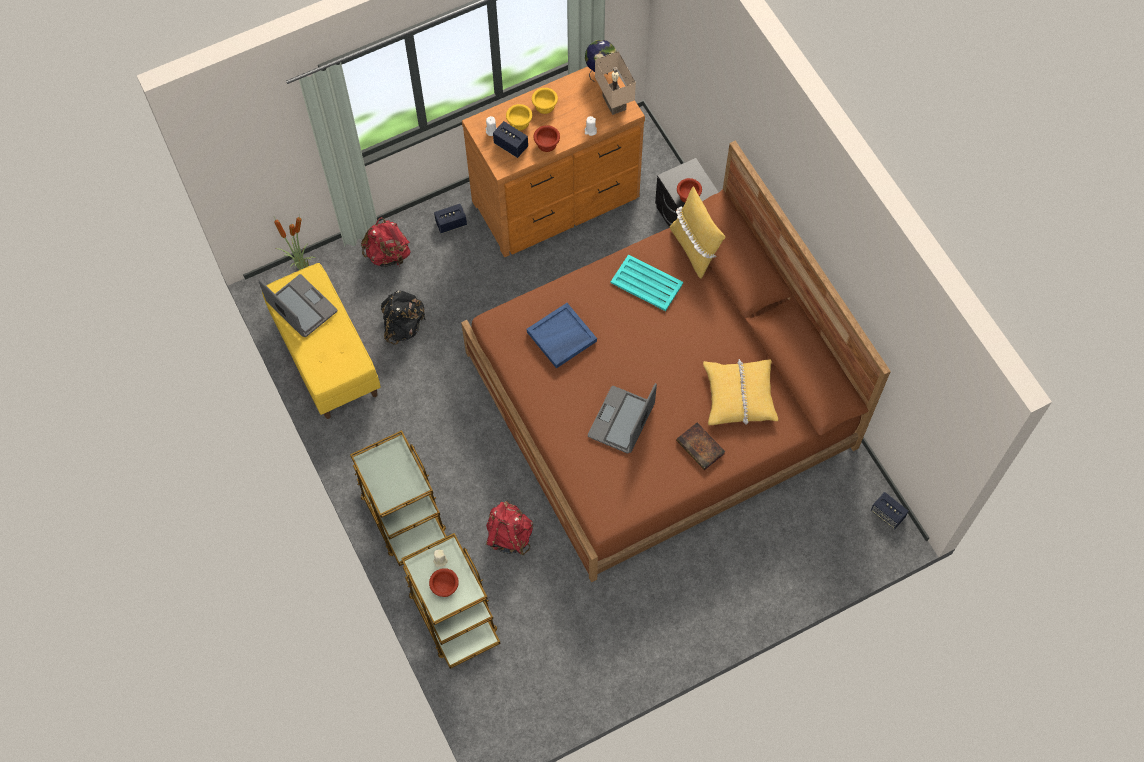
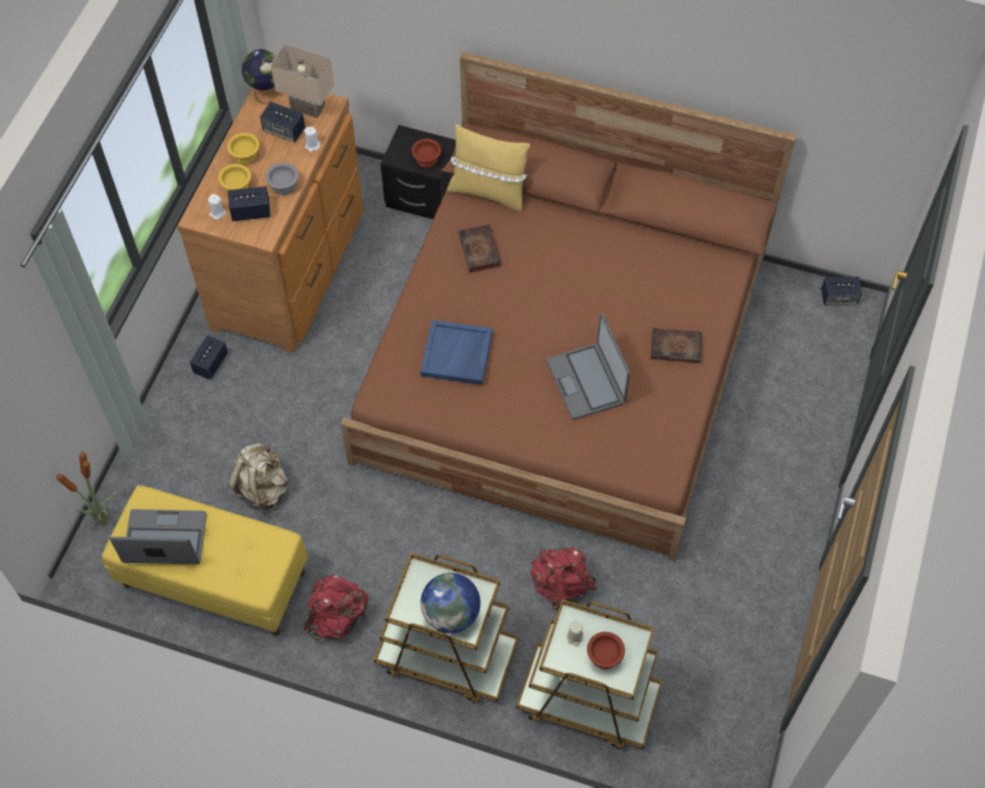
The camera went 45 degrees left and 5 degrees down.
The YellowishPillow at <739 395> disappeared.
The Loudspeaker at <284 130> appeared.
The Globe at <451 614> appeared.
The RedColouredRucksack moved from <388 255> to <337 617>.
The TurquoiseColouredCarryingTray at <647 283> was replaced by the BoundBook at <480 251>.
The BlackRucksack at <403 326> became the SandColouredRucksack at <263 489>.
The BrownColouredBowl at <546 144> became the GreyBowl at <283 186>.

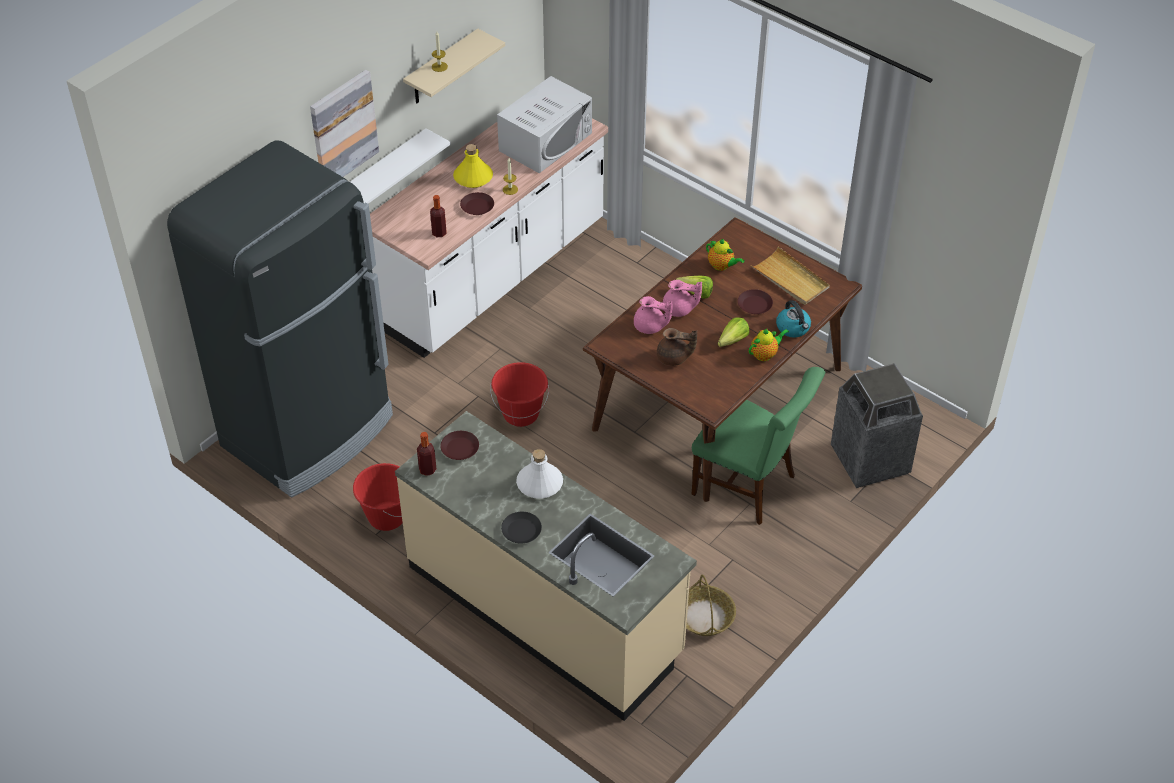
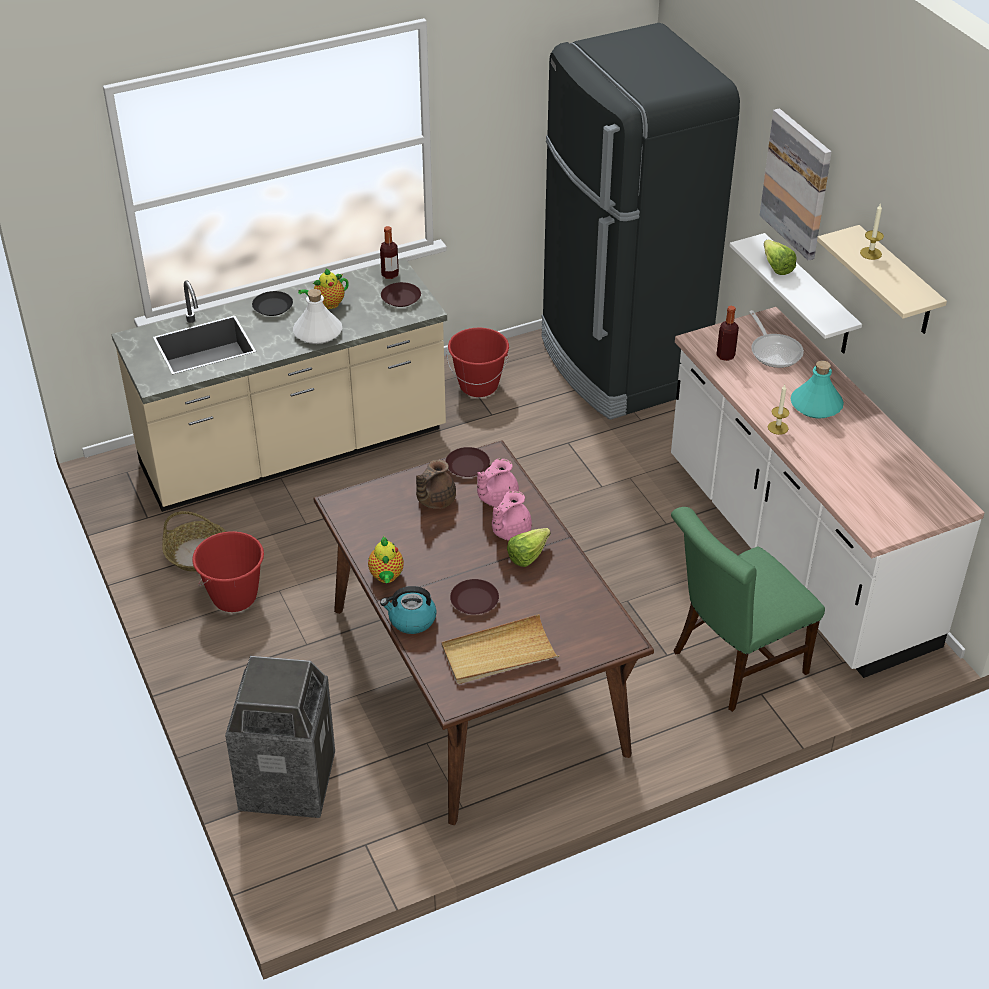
The camera went 115 degrees right and 5 degrees down.
The WhiteMicrowaveOven at <545 142> disappeared.
The Pan at <774 351> appeared.
The BrownColouredPlate moved from <477 207> to <467 466>.
The RedColouredWaterBucket moved from <521 414> to <235 597>.
The GreenishPlainChair moved from <750 486> to <733 665>.
The Teapot moved from <722 266> to <327 304>.
The HeadOfLettuce moved from <730 342> to <775 265>.
The YellowishBottle at <473 177> became the TurquoiseColouredBottle at <816 405>.

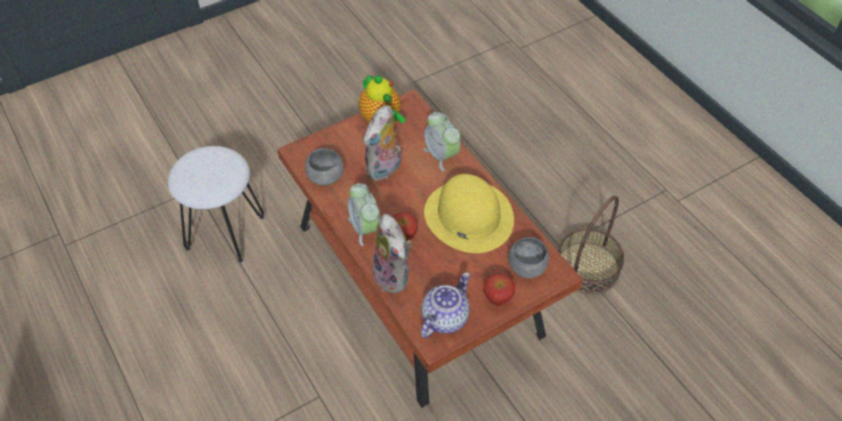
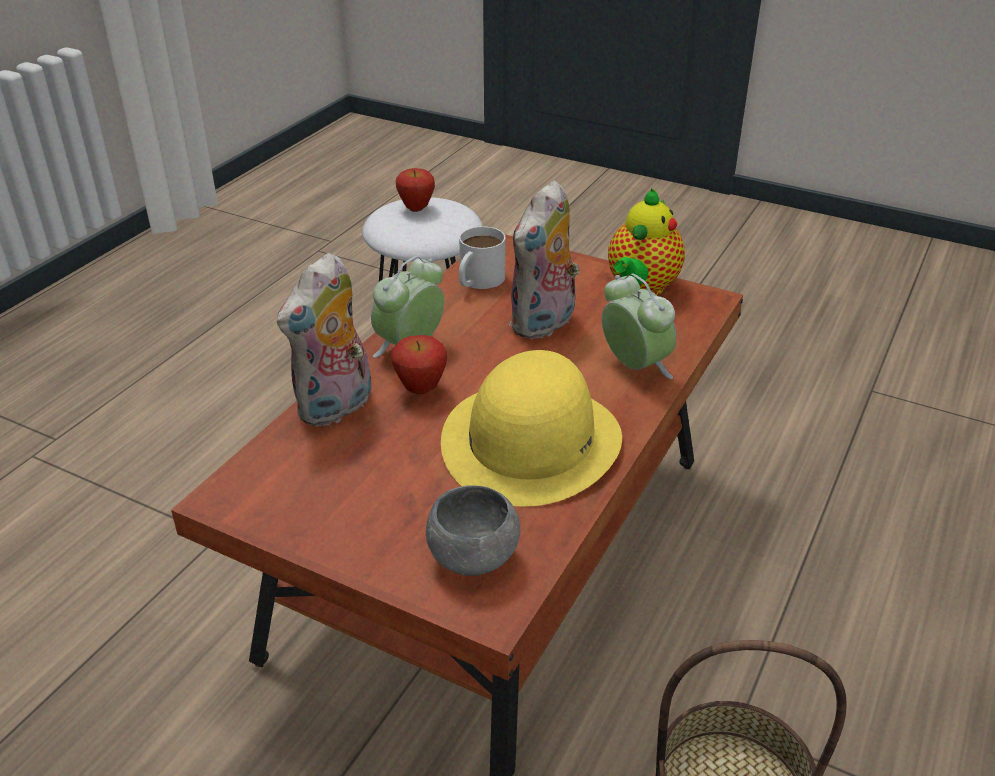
The camera went 60 degrees right and 15 degrees down.
The Teapot at <444 318> disappeared.
The Apple moved from <497 300> to <416 209>.
The GreyBowl at <325 177> was replaced by the WhiteMug at <477 281>.
The CuddlyToy at <384 170> turned 60 degrees counterclockwise.
The BedsideClock at <441 155> turned 120 degrees clockwise.

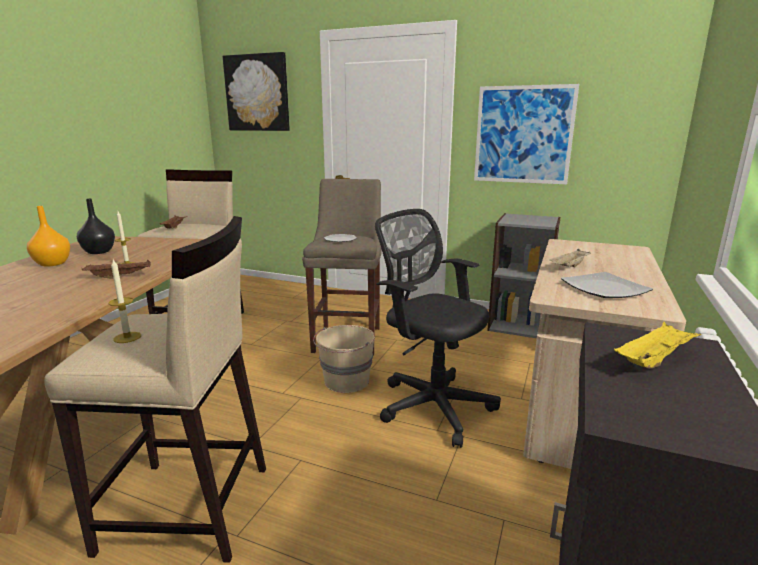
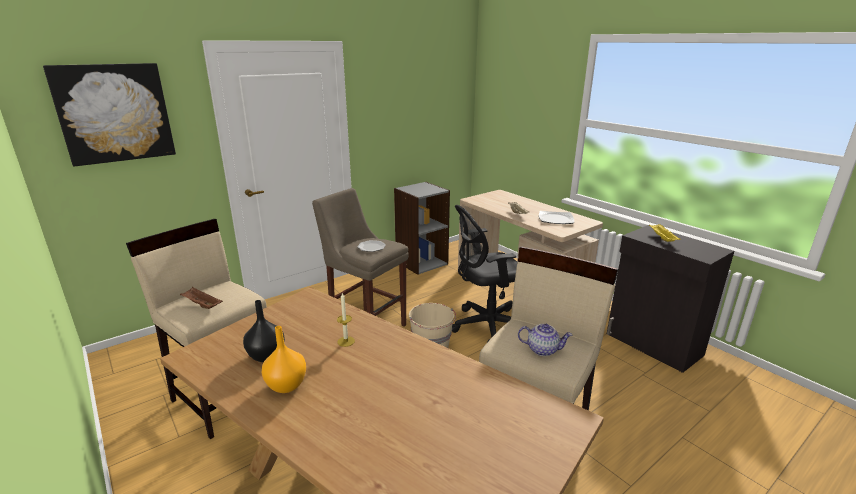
The camera went 60 degrees left and 5 degrees up.
The BrownColouredCarryingTray at <120 276> disappeared.
The WallArt at <523 135> disappeared.
The WaxLight at <127 337> was replaced by the Teapot at <543 349>.

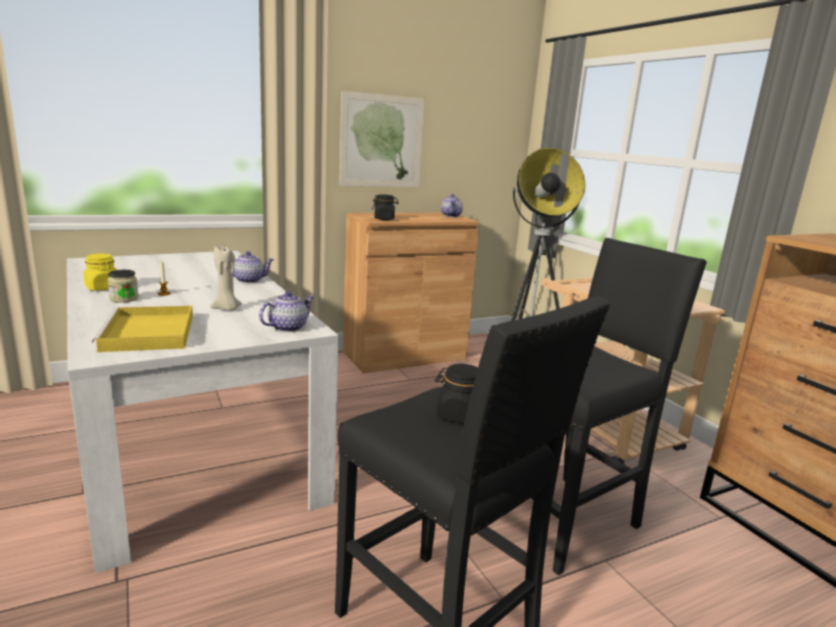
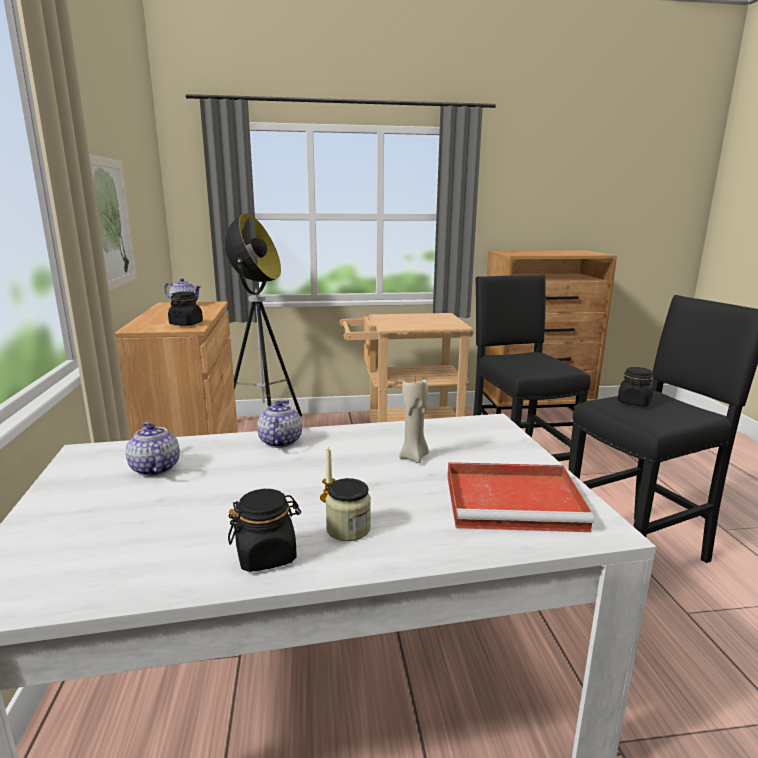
The camera went 70 degrees left and 0 degrees up.
The Teapot moved from <287 327> to <154 468>.
The YellowishPreserveJar at <103 288> became the BlackPreserveJar at <266 555>.
The YellowishCarryingTray at <149 333> became the RedColouredCarryingTray at <515 501>.

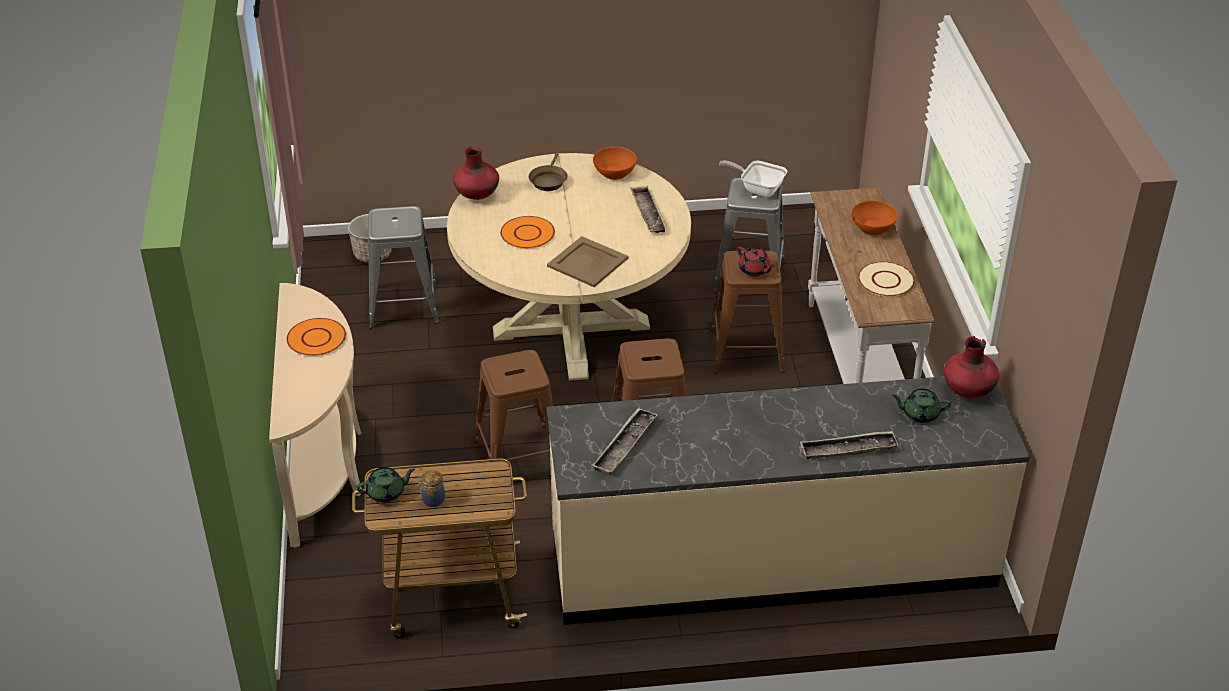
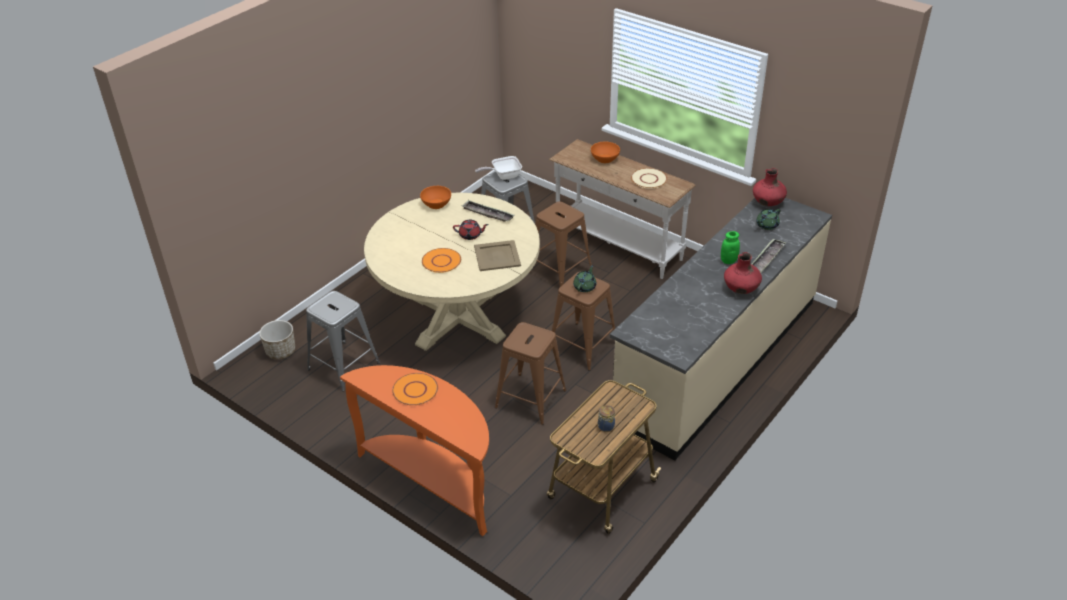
The camera went 45 degrees left and 0 degrees up.
The BrownColouredPan at <548 180> disappeared.
The CarryingTray at <625 445> disappeared.
The GreenishPreserveJar at <728 261> appeared.
The GreenishTeapot moved from <386 493> to <585 287>.
The RedColouredFlowerVase moved from <477 195> to <741 289>.
The RedColouredTeapot moved from <754 270> to <470 235>.
The SandColouredNarrowTable at <325 466> became the OrangeyNarrowTable at <433 480>.

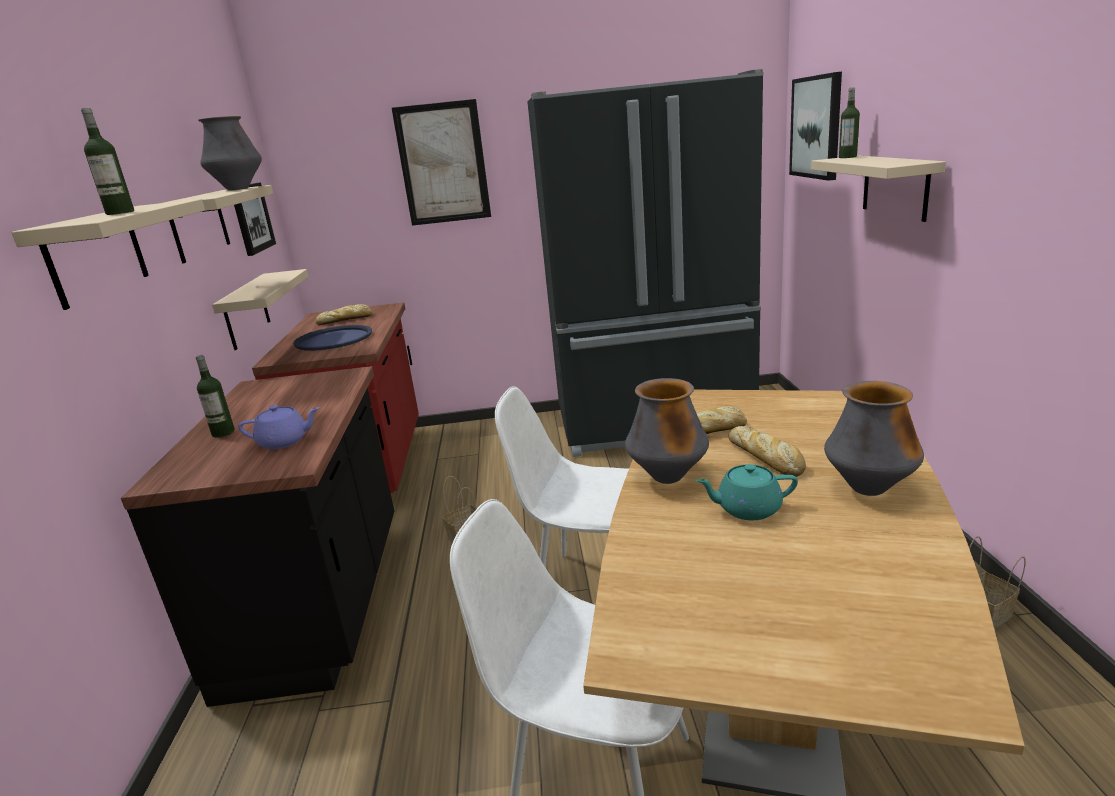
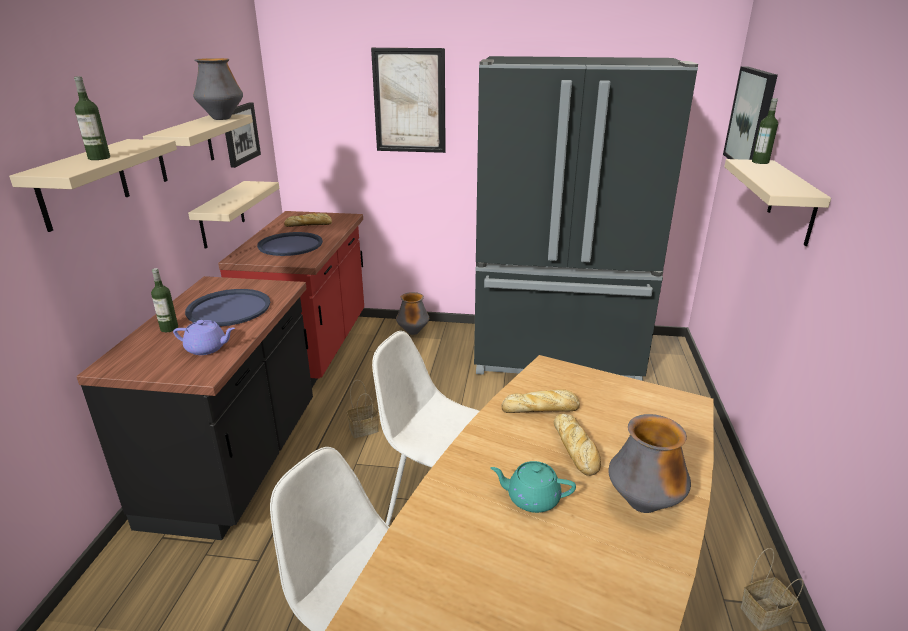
The camera went 10 degrees right and 5 degrees up.
The BluishCarryingTray at <229 308> appeared.
The FlowerVase moved from <668 477> to <413 332>.

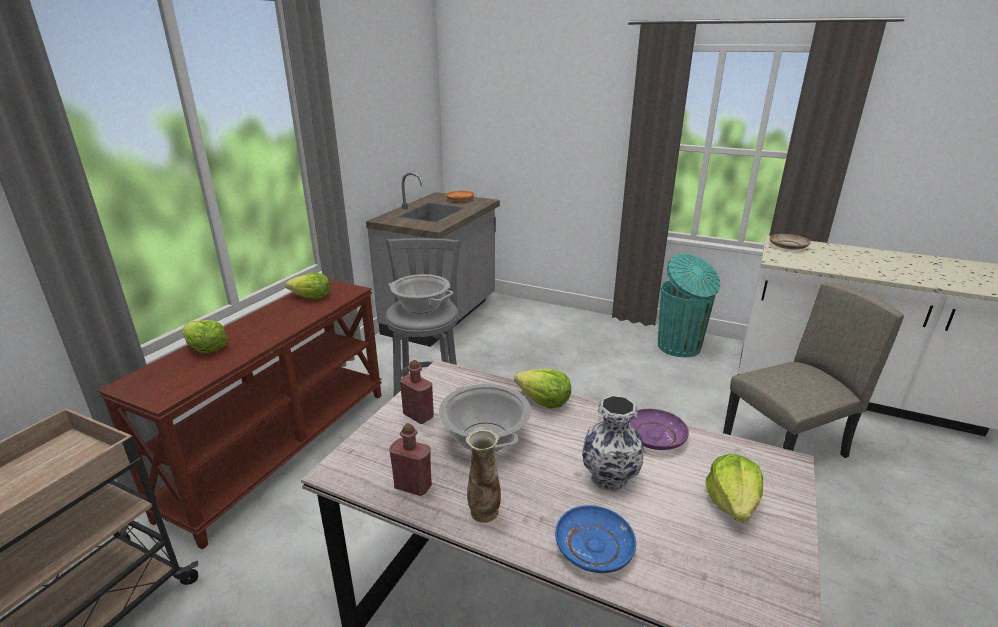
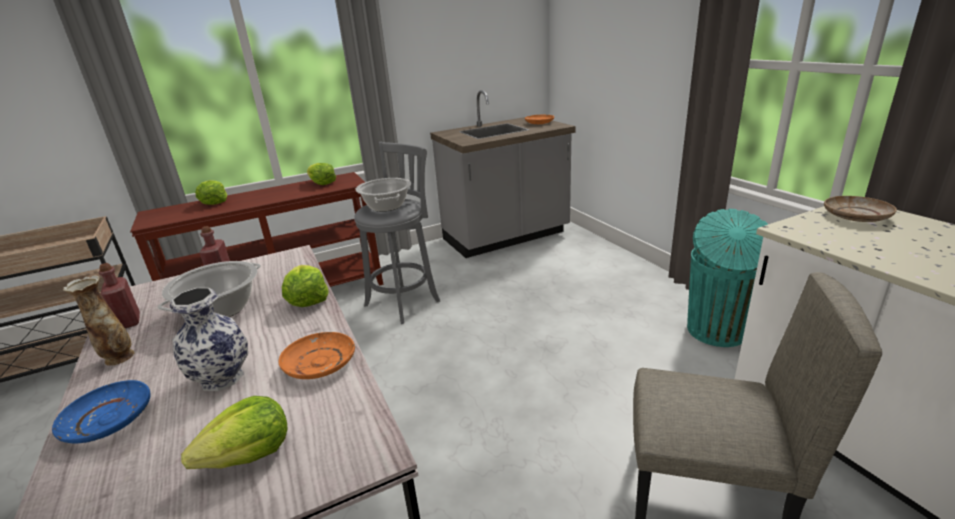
The camera went 40 degrees right and 0 degrees up.
The PurplePlate at <654 436> became the OrangeyPlate at <319 363>.

